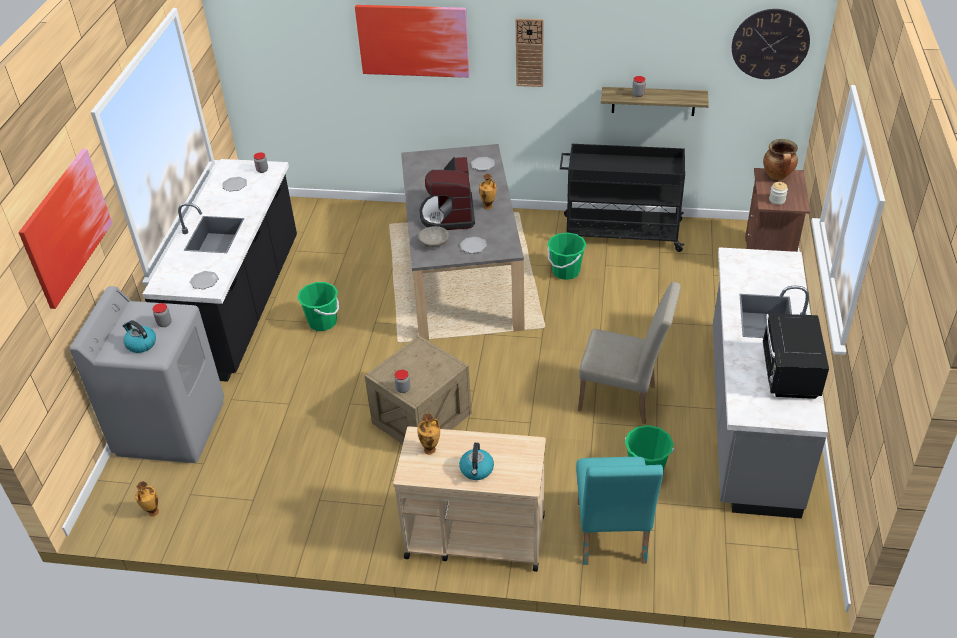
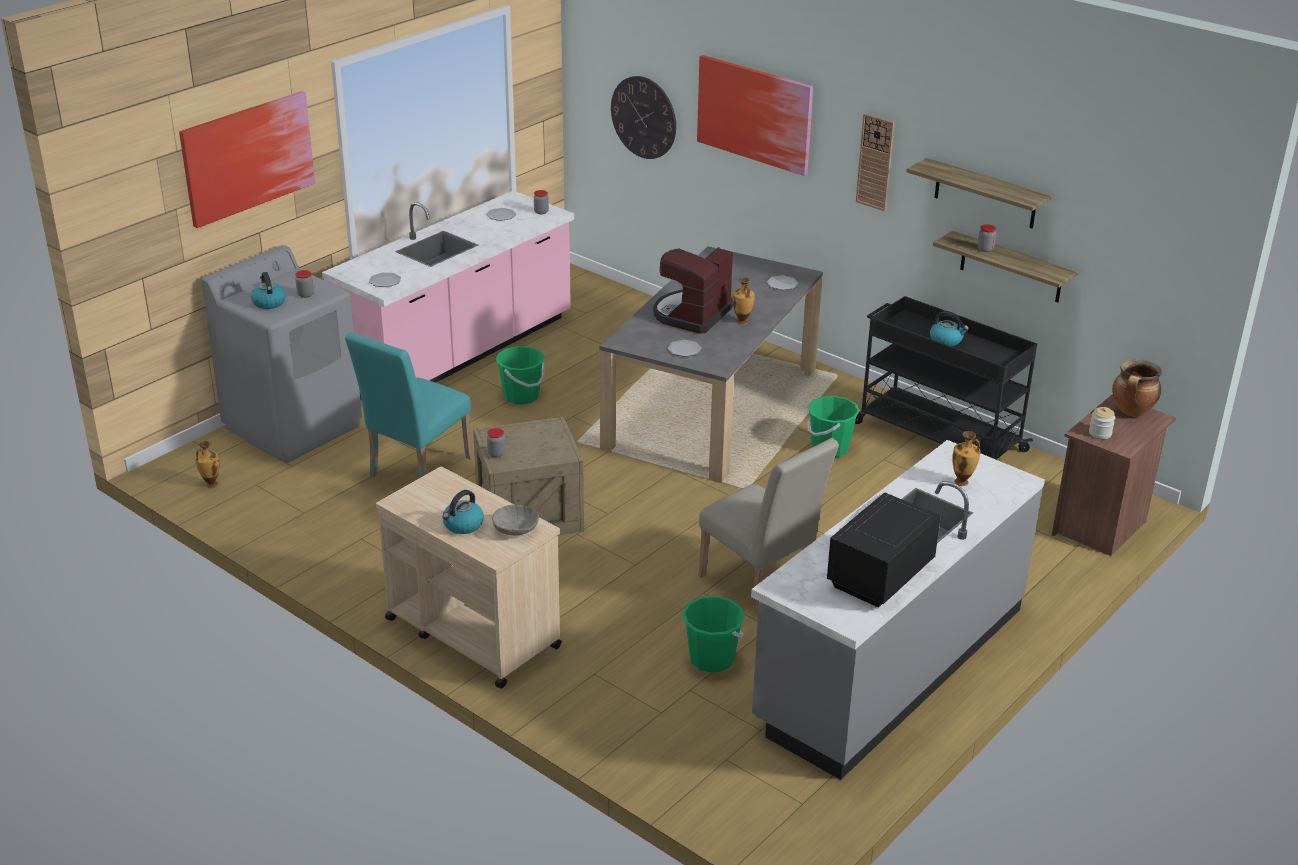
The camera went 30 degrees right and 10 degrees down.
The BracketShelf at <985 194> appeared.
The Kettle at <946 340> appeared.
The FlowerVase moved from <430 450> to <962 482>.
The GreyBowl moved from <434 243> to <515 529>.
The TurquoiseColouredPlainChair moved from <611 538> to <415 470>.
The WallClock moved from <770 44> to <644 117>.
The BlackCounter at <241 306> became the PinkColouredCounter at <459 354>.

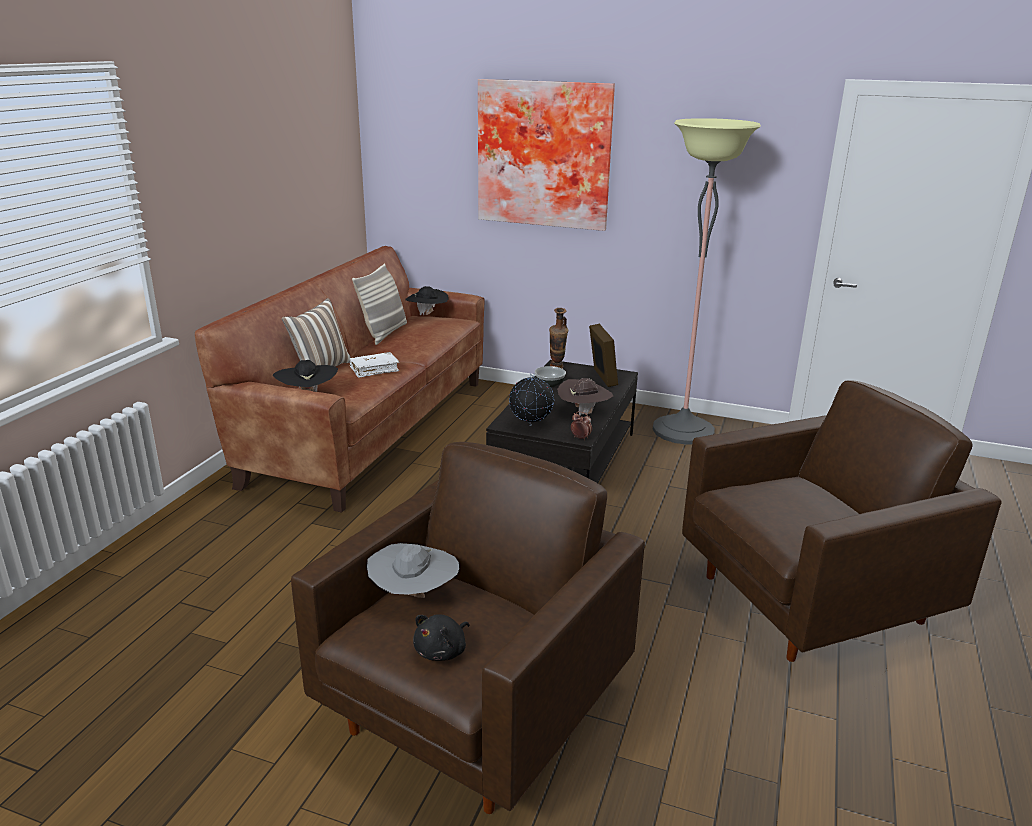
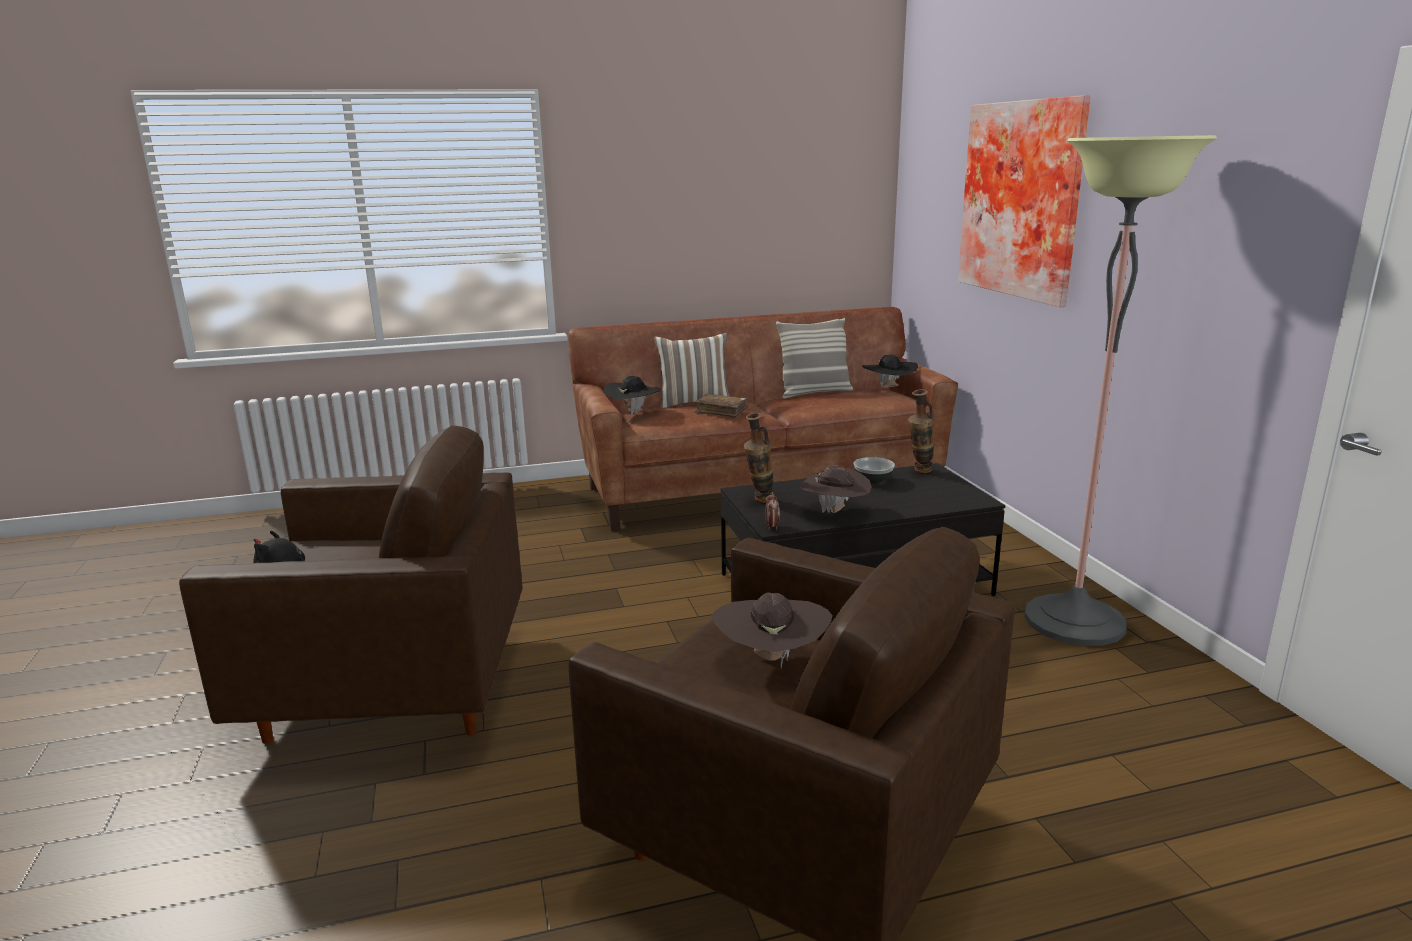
The camera went 55 degrees right and 5 degrees down.
The GreyHat at <414 596> disappeared.
The PictureFrame at <602 378> disappeared.
The BrownColouredHat at <771 659> appeared.
The Globe at <531 426> was replaced by the FlowerVase at <759 501>.
The WhiteBoundBook at <374 370> became the BrownColouredBoundBook at <721 411>.

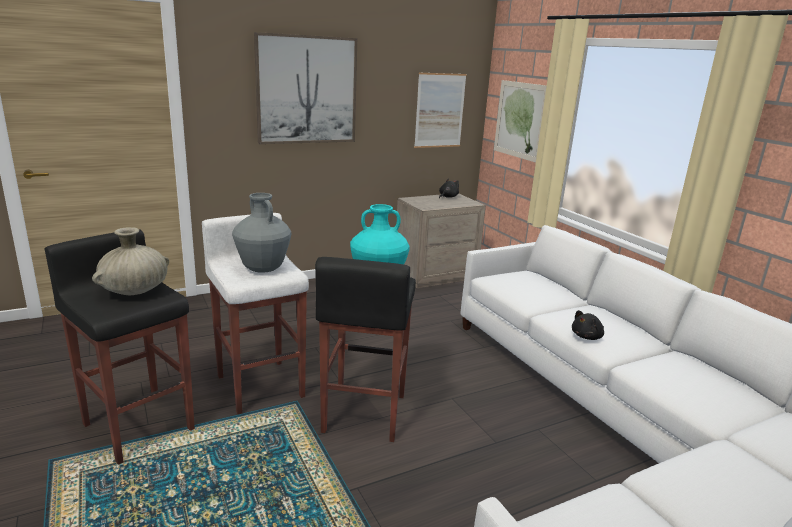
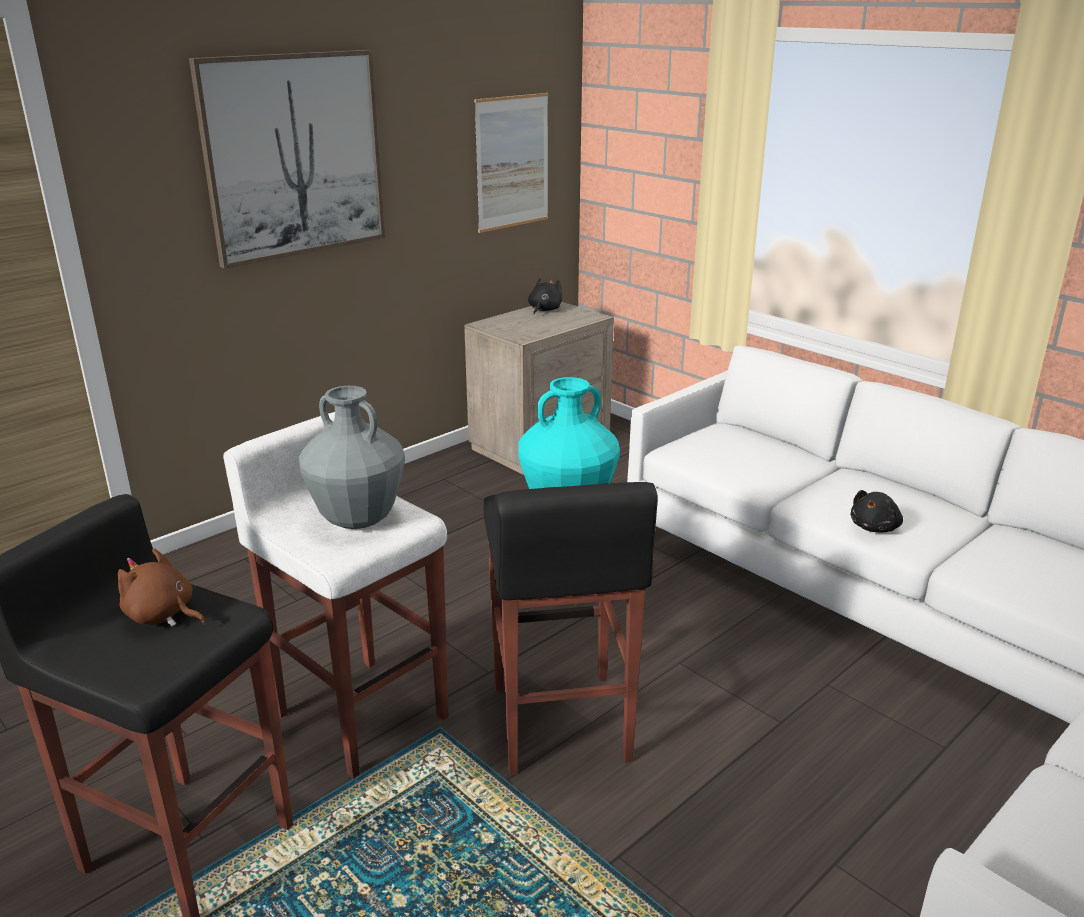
The camera went 15 degrees left and 5 degrees up.
The WallArt at <520 120> disappeared.
The SandColouredFlowerVase at <135 291> was replaced by the BrownColouredCuddlyToy at <163 615>.

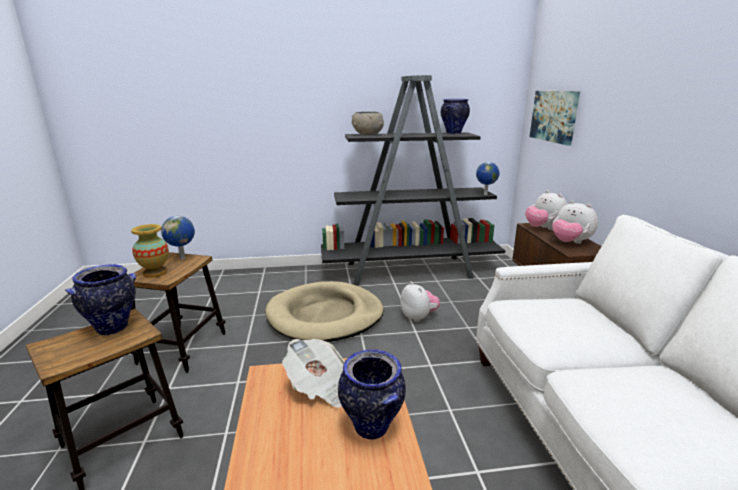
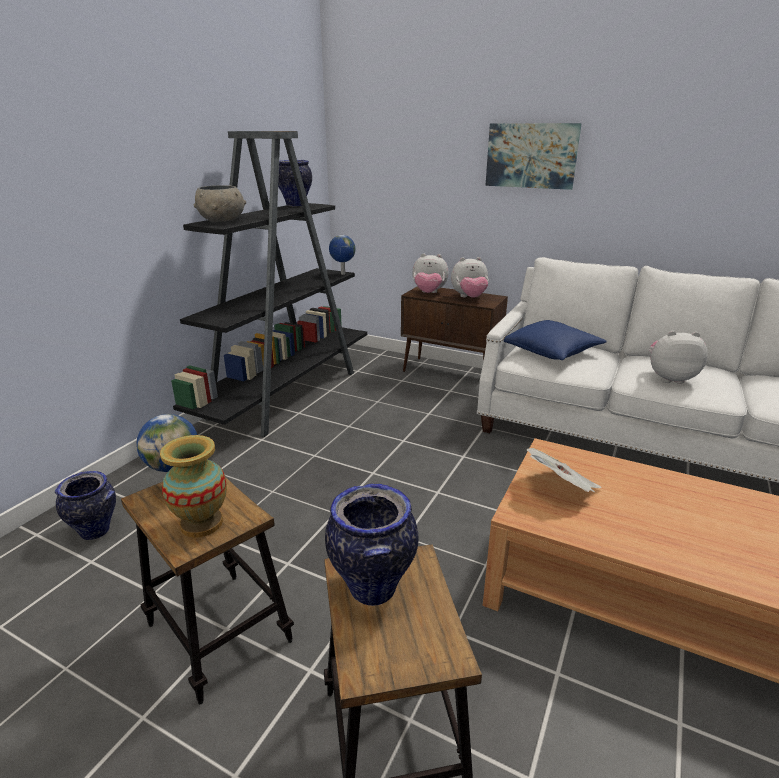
The camera went 55 degrees left and 5 degrees up.
The SandColouredDogCushion at <325 316> disappeared.
The BluishPillow at <551 352> appeared.
The FlowerVase moved from <372 428> to <96 531>.
The CuddlyToy moved from <418 317> to <669 378>.
The WallArt moved from <554 116> to <531 156>.

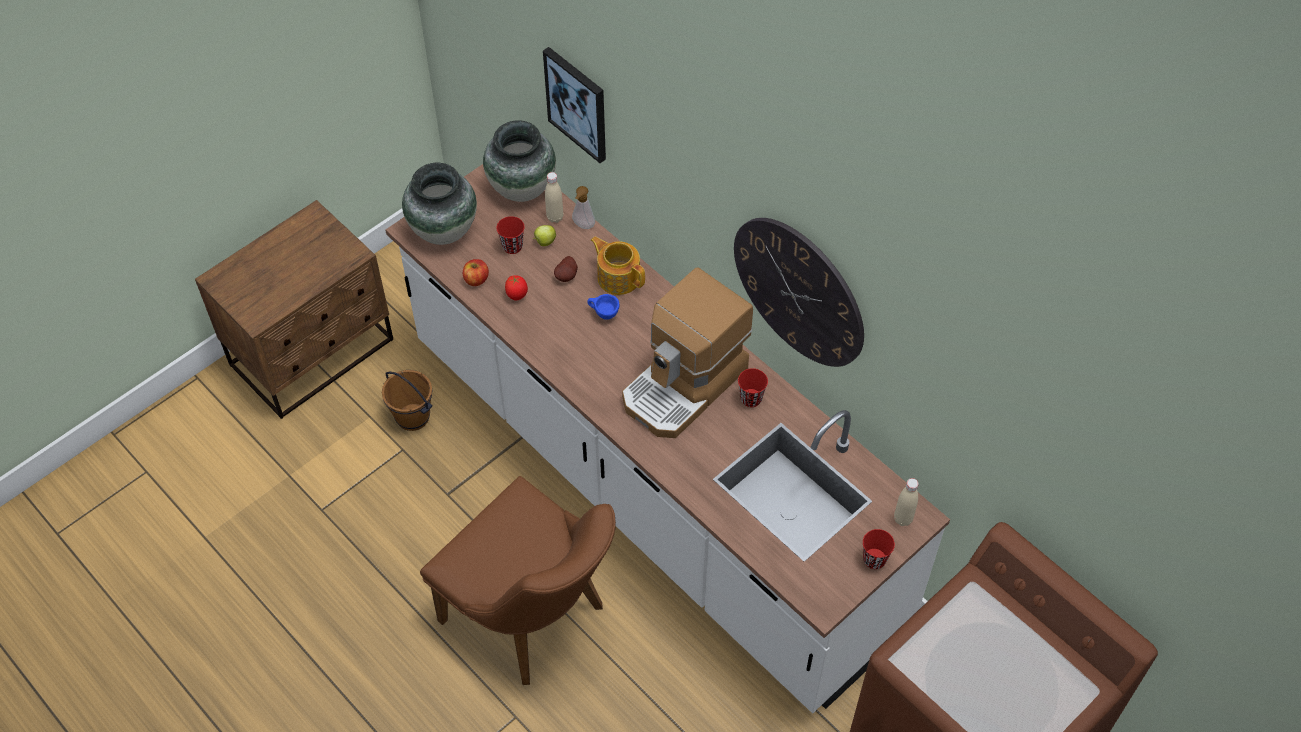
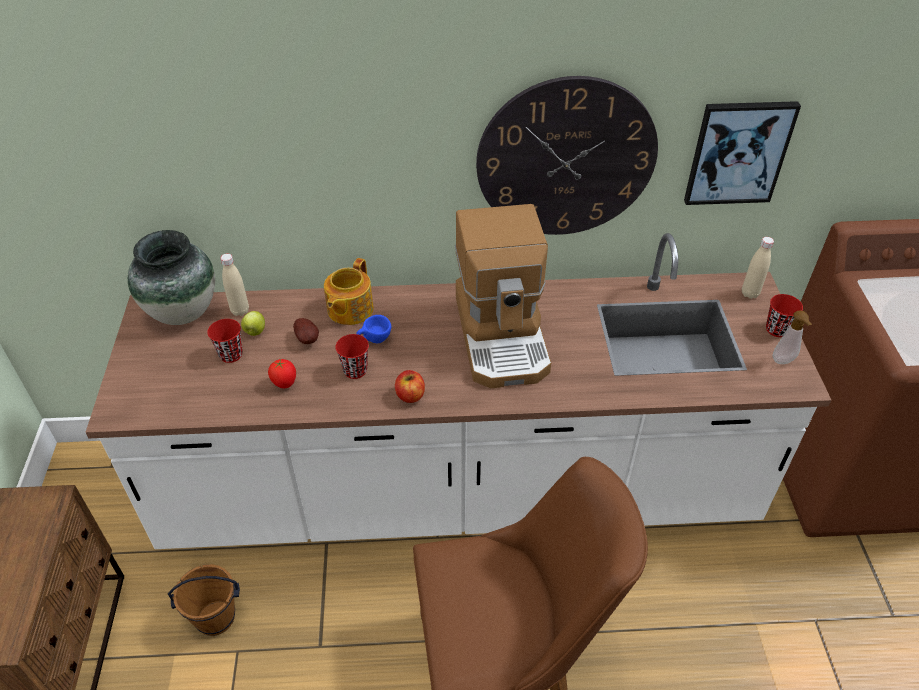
The camera went 50 degrees left and 10 degrees down.
The FlowerVase at <444 230> disappeared.
The Apple moved from <476 279> to <410 395>.
The WallArt moved from <577 103> to <738 152>.
The SoapDispenser moved from <583 226> to <784 361>.
The RedColouredSmallCup moved from <751 398> to <355 370>.
The Teapot at <618 277> turned 60 degrees counterclockwise.

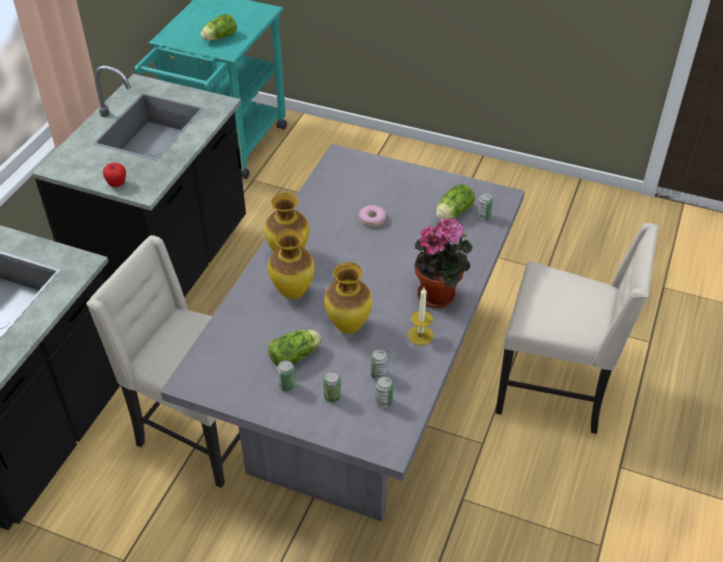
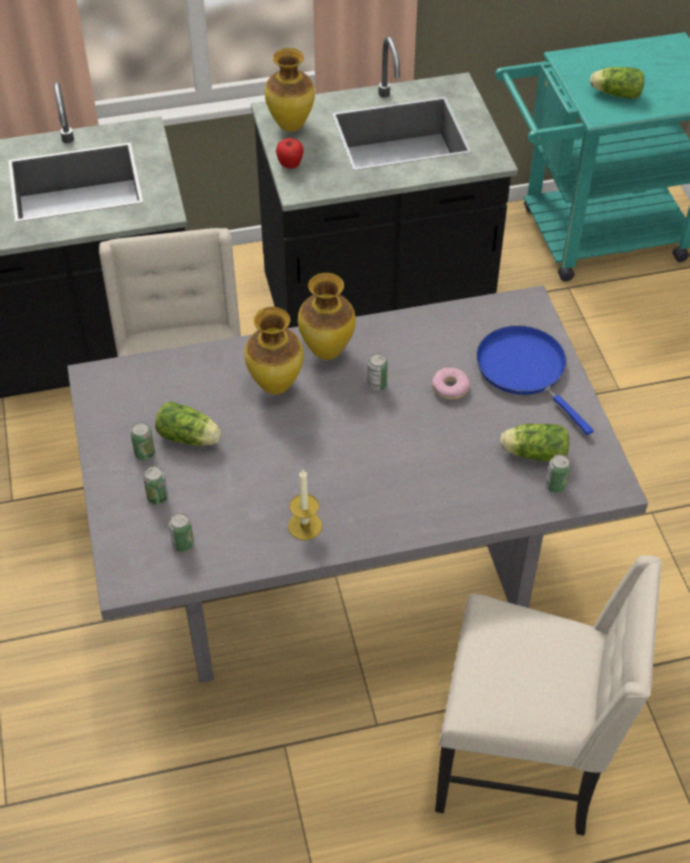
The camera went 55 degrees right and 5 degrees up.
The PlantInAPot at <440 295> disappeared.
The BluishPan at <525 370> appeared.
The FlowerVase moved from <349 327> to <290 126>.
The SealedCan moved from <379 375> to <377 384>.
The SandColouredPlainChair at <556 390> turned 60 degrees counterclockwise.

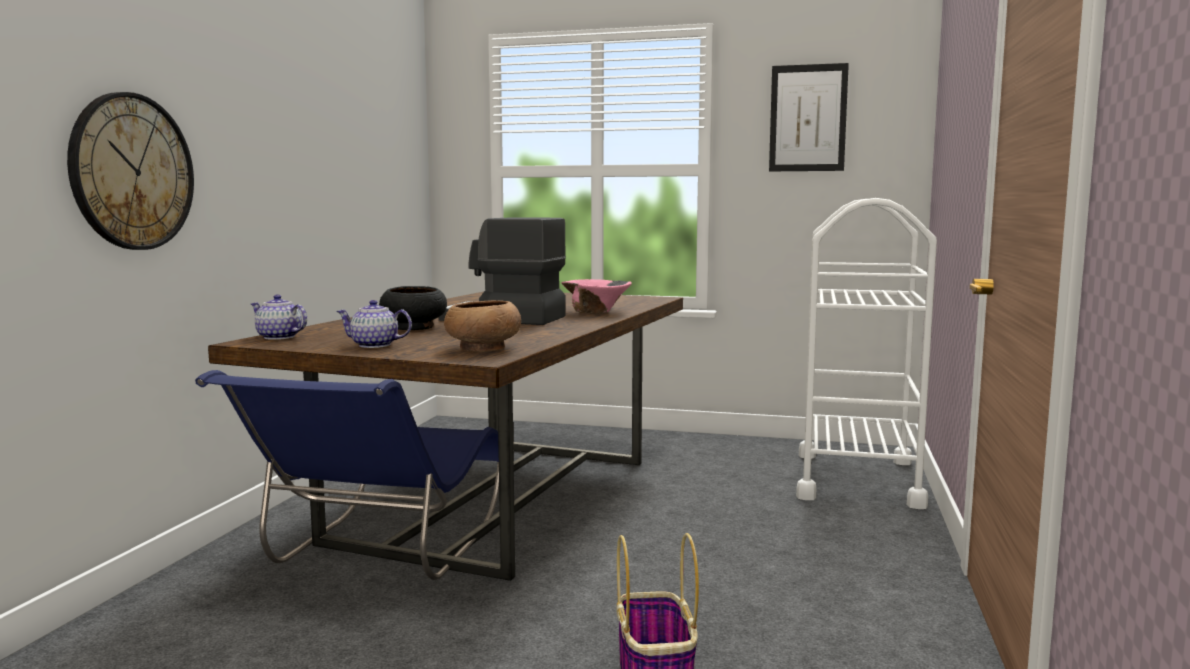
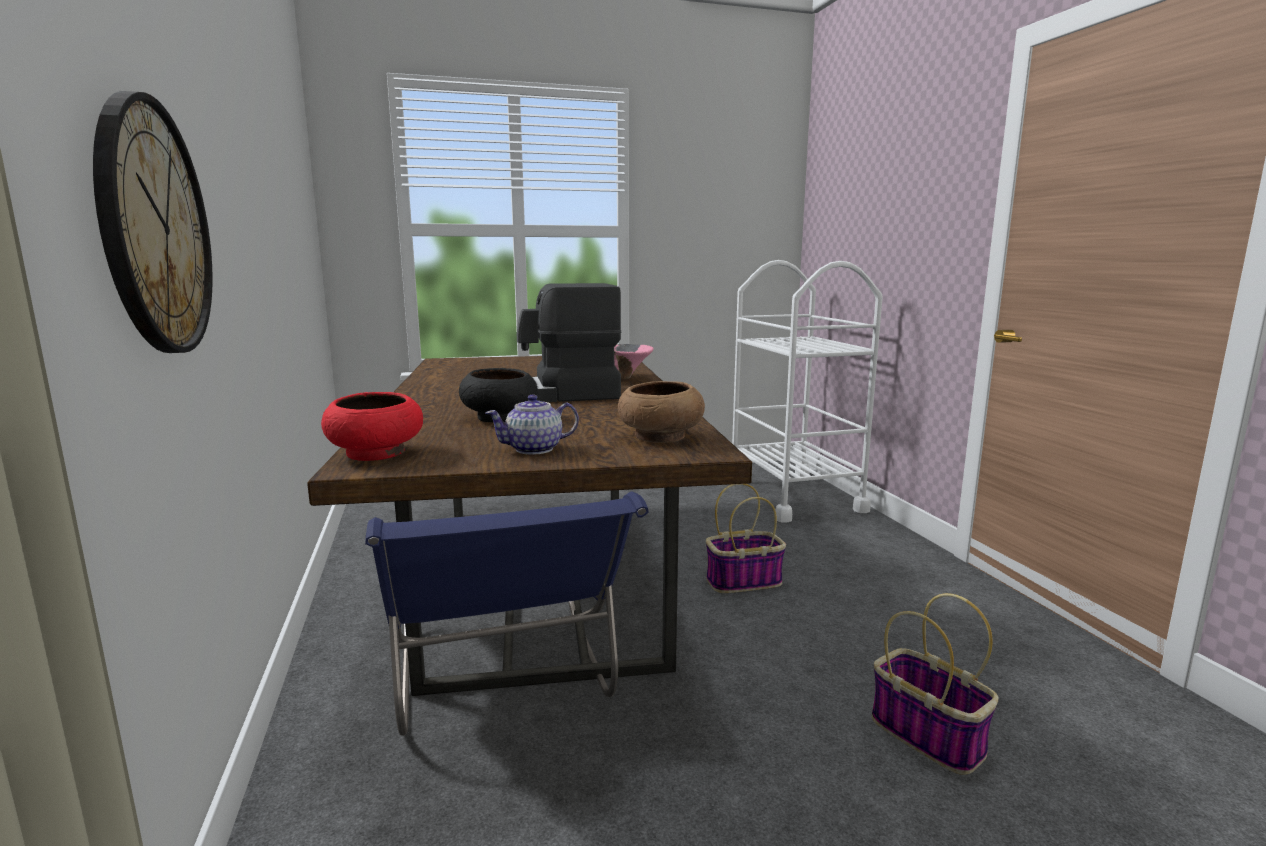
The camera went 30 degrees left and 5 degrees up.
The WallArt at <808 118> disappeared.
The StorageBasket at <744 581> appeared.
The Teapot at <279 337> was replaced by the RedColouredBowl at <377 453>.

